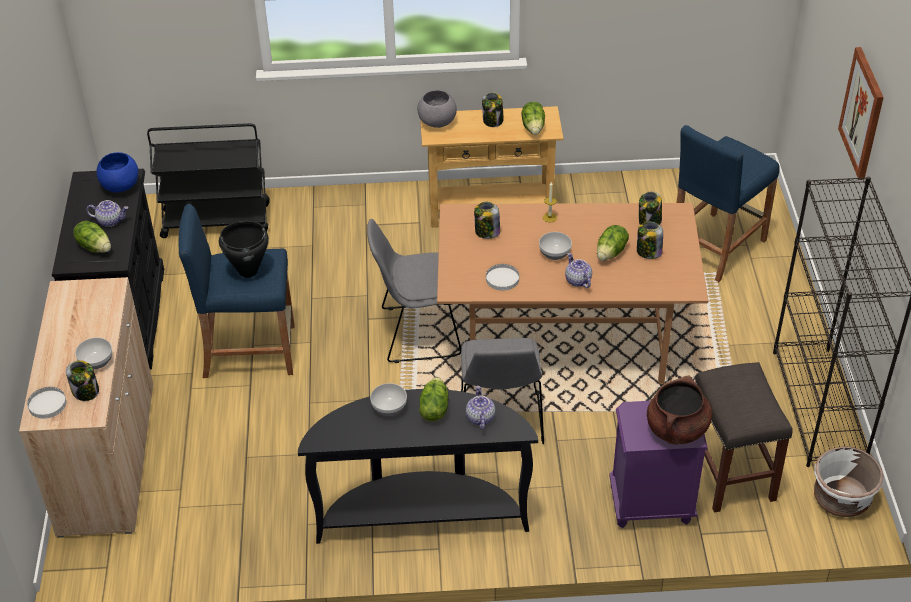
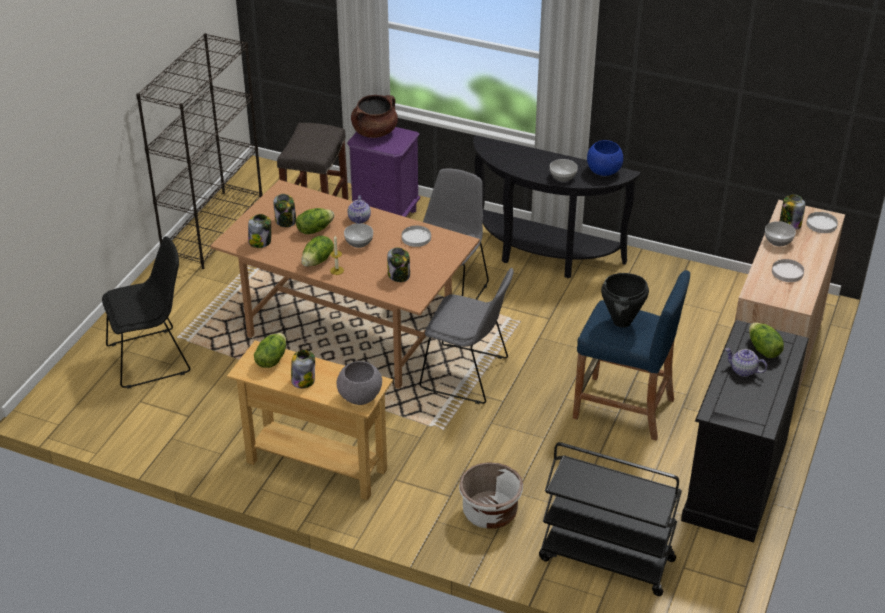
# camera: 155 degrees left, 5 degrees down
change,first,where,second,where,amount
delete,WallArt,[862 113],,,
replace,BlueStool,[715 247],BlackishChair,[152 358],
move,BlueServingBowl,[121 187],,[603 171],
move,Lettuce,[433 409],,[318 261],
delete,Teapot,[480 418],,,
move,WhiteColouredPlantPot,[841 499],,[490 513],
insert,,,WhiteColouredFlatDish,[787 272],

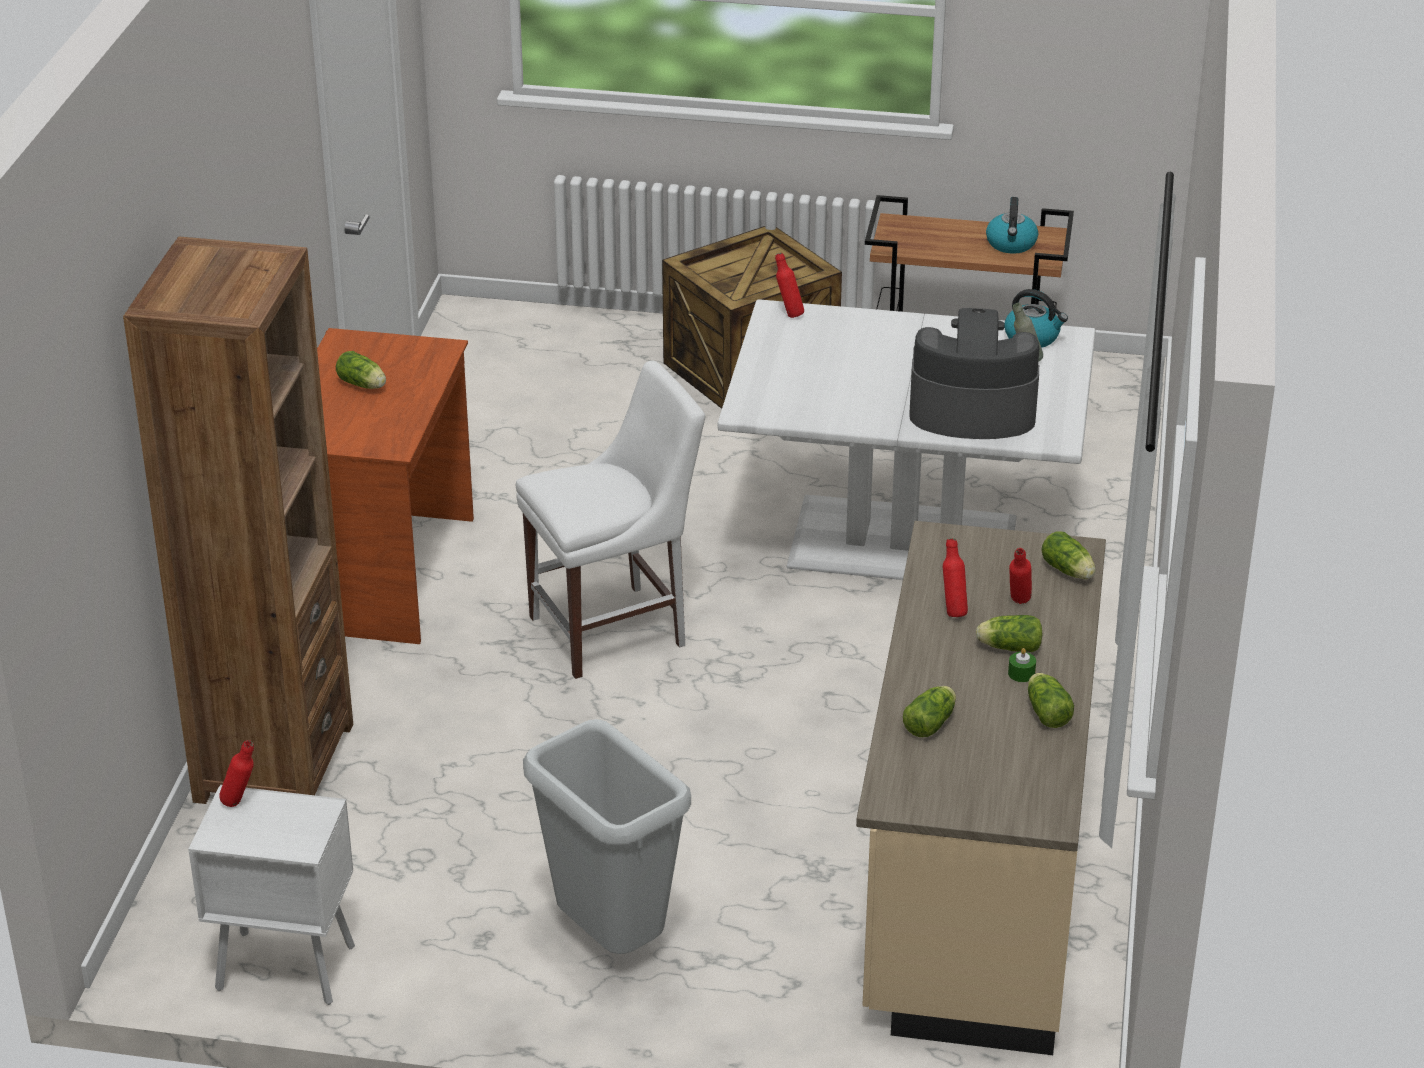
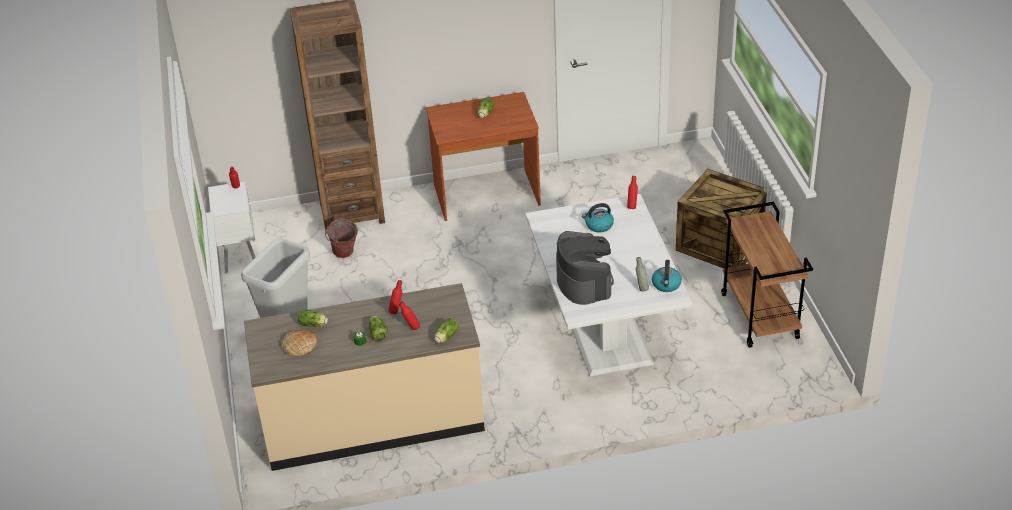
# camera: 70 degrees right, 5 degrees up
change,first,where,second,where,amount
move,Kettle,[1011 244],,[598 225],
delete,WhiteColouredChair,[615 629],,,
delete,Lettuce,[1046 711],,,
insert,,,Bucket,[344 255],
insert,,,Bread,[299 345],

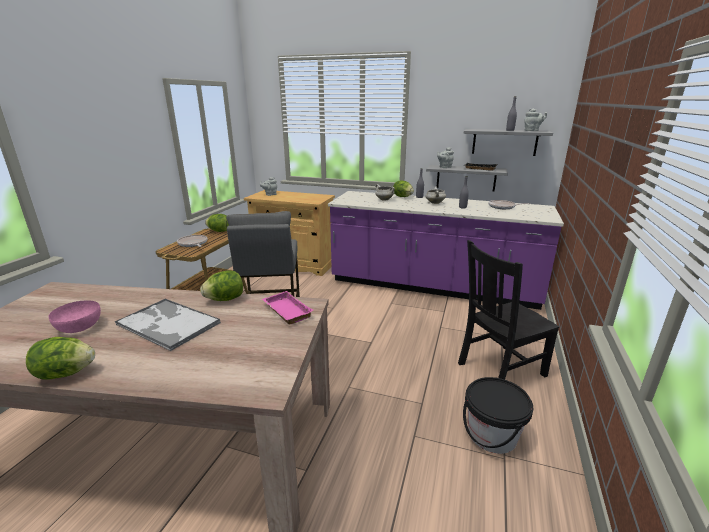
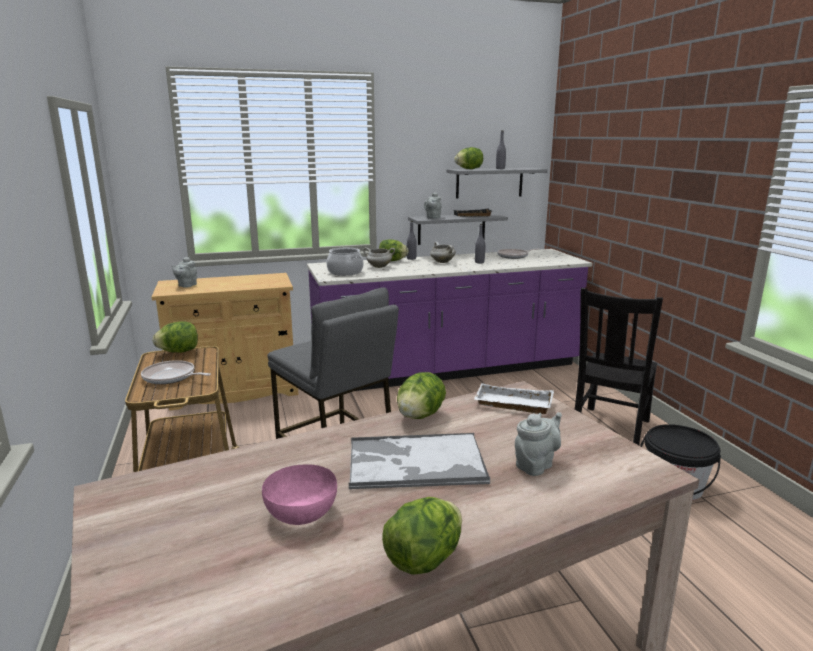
# camera: 35 degrees left, 5 degrees down
change,first,where,second,where,amount
move,GrayTeapot,[532 131],,[536 465],
recolor,PinkishTray,[285 311],WhiteColouredTray,[512 404],
insert,,,Lettuce,[469 169],
insert,,,Stockpot,[345 272],

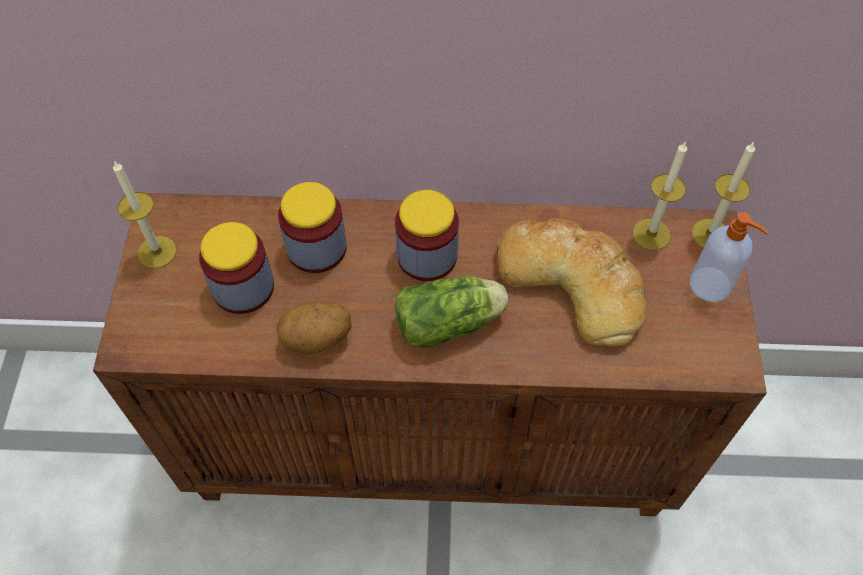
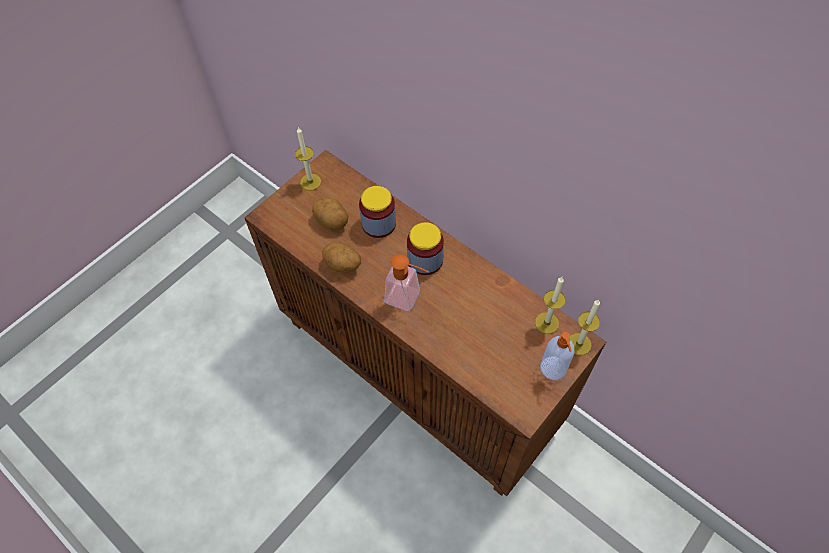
# camera: 40 degrees right, 0 degrees up
change,first,where,second,where,amount
delete,Bread,[573 281],,,
replace,PreserveJar,[243 287],WholePotato,[332 221],
replace,Lettuce,[452 322],LiquidSoapBottle,[408 298],

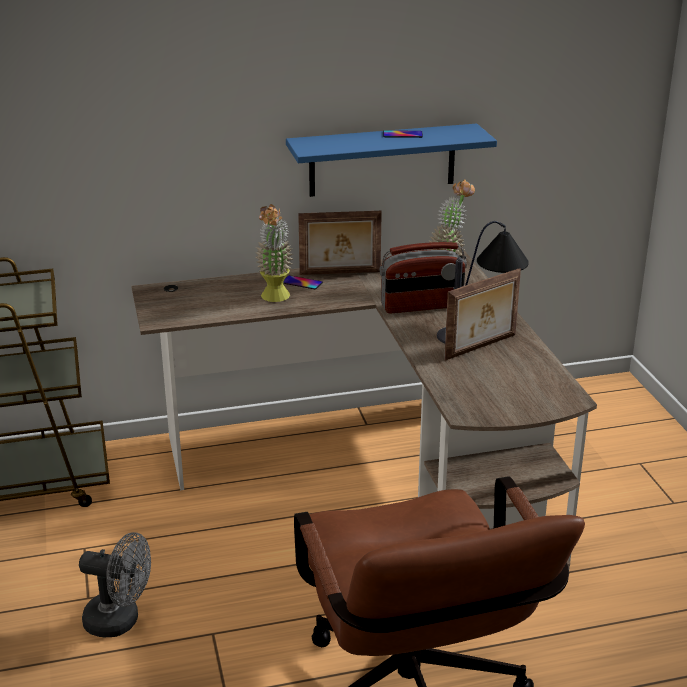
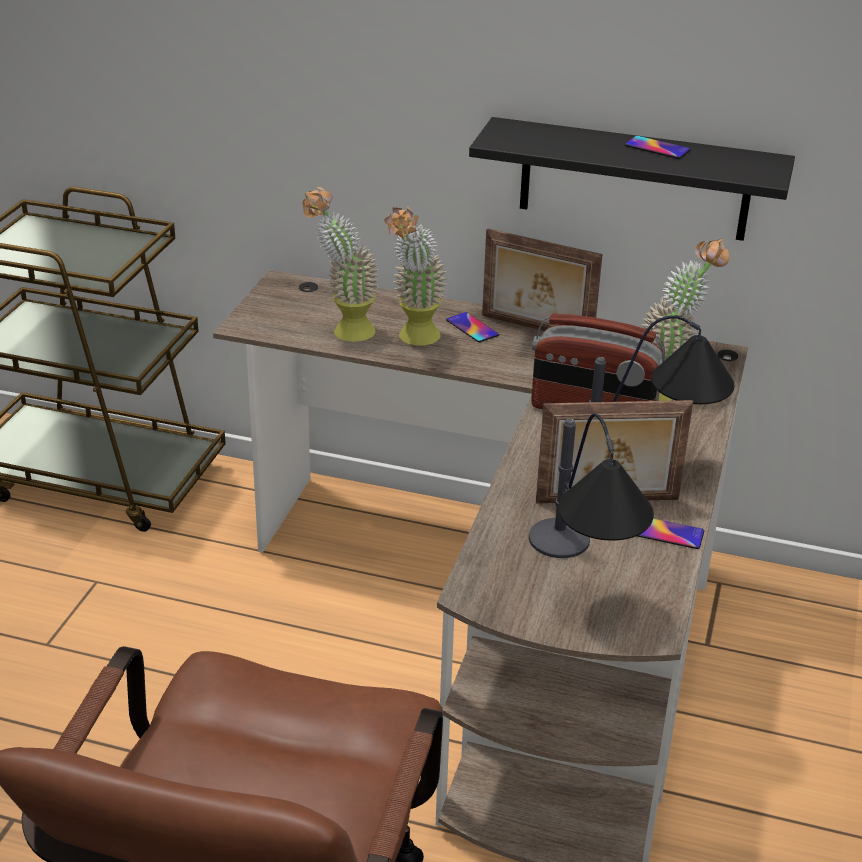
# camera: 30 degrees right, 5 degrees up
change,first,where,second,where,amount
recolor,BlueWallShelf,[382 160],BlackishWallShelf,[634 180],
delete,GrayElectricFan,[120 621],,,
insert,,,PlantInAPot,[343 331],
insert,,,TabletopLamp,[581 578],
insert,,,Phone,[667 533],

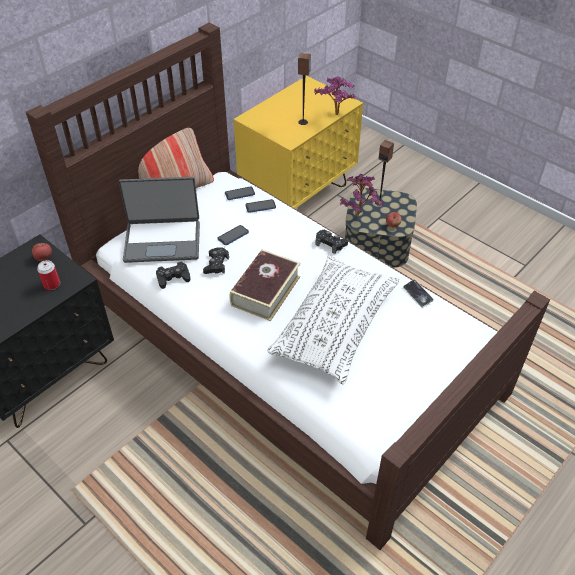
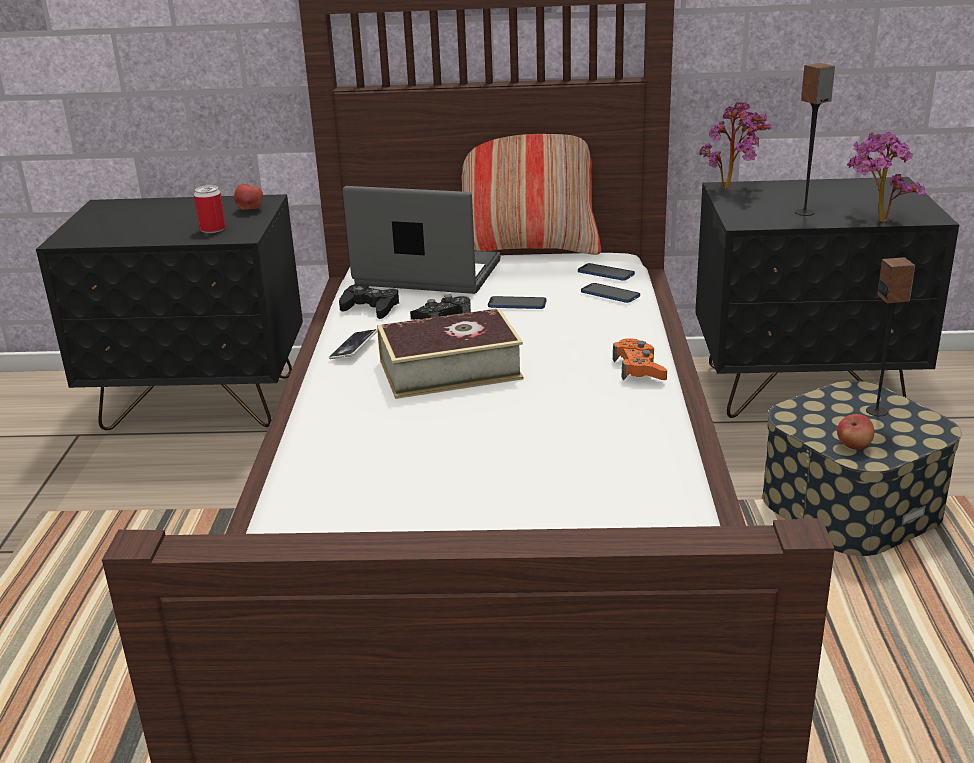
# camera: 50 degrees right, 20 degrees down
change,first,where,second,where,amount
recolor,YellowishNightTable,[298 193],BlackishNightTable,[803 390],
move,PlantInAPot,[359 214],,[732 188],
rotate,Laptop,[163 240],,[427 274],150 degrees clockwise
recolor,BlackishJoypad,[330 244],OrangeyJoypad,[639 369],
delete,WhiteColouredThrowPillow,[335 327],,,
move,Phone,[417 295],,[353 348],

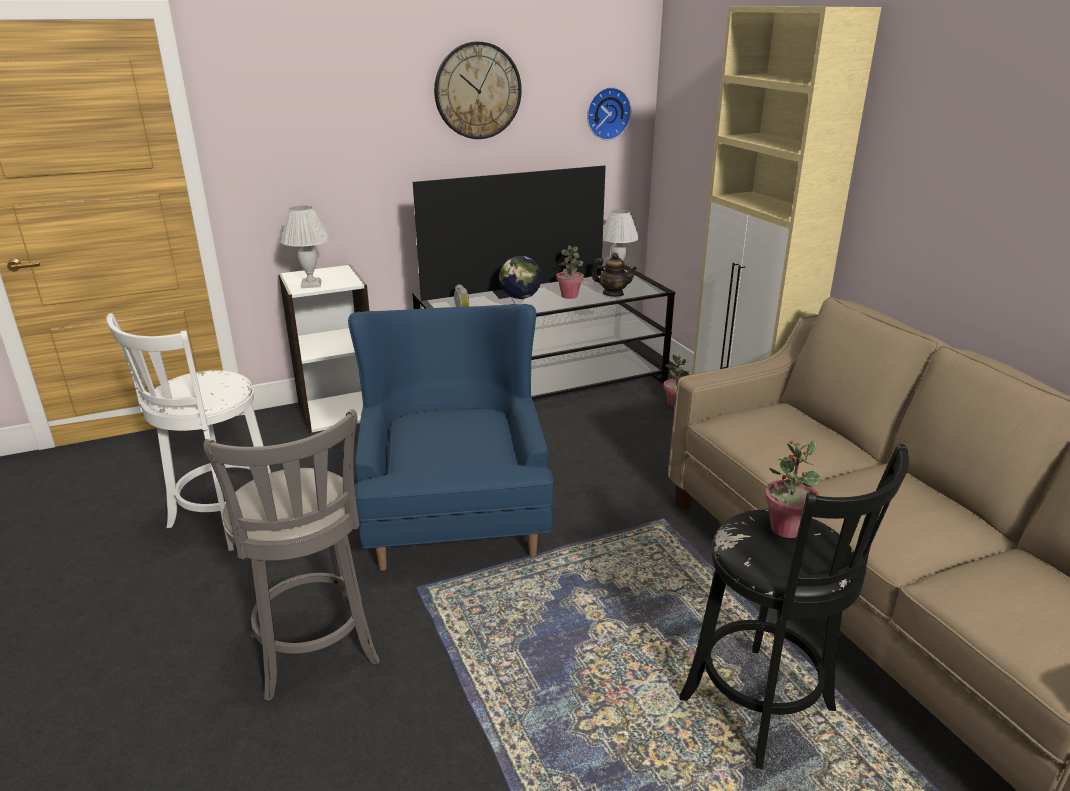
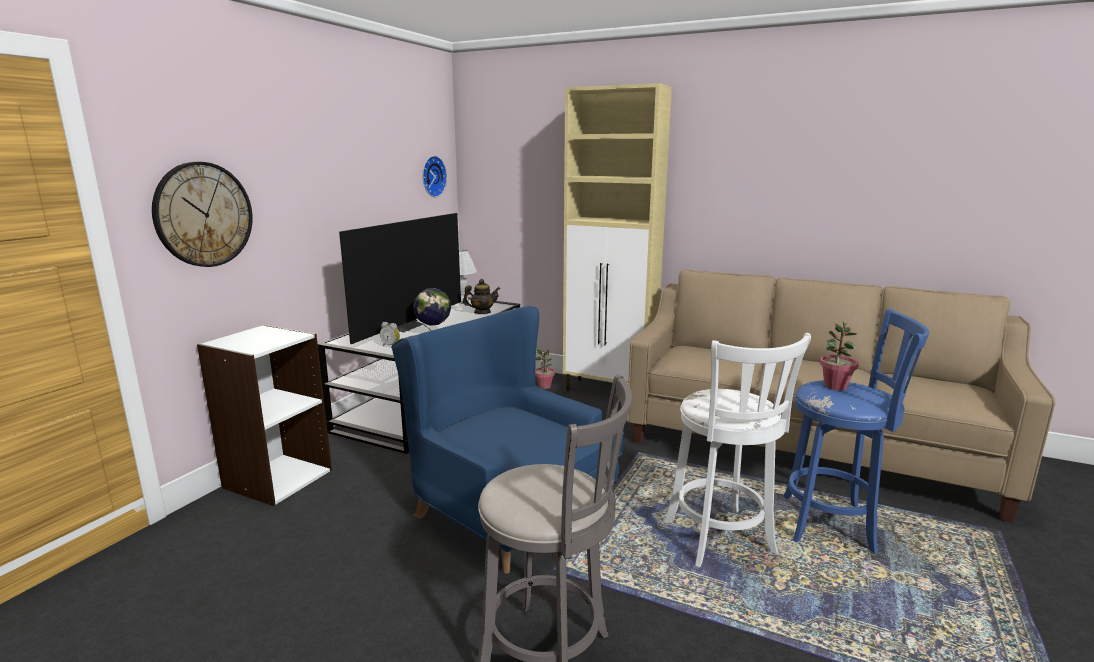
# camera: 40 degrees left, 10 degrees down
change,first,where,second,where,amount
move,WallClock,[477 91],,[203 214],
delete,WhiteColouredTabletopLamp,[310 284],,,
delete,PlantInAPot,[569 296],,,
move,WhiteColouredStool,[222 521],,[721 541],
recolor,BlackishStool,[763 710],BlueStool,[833 524],

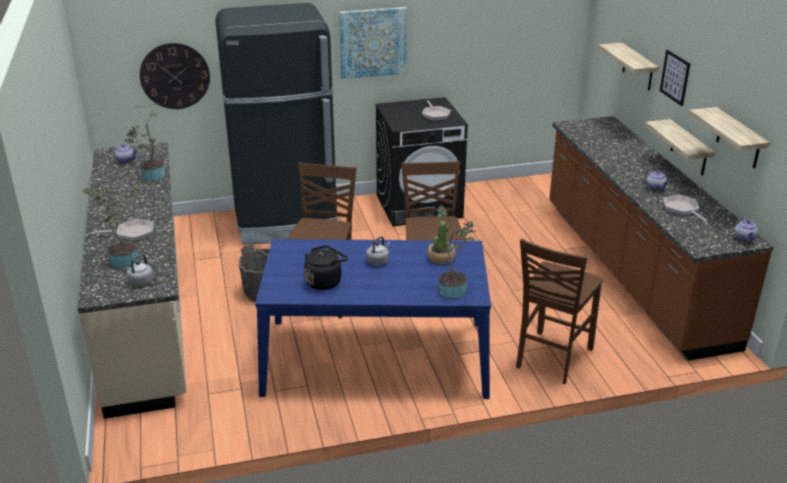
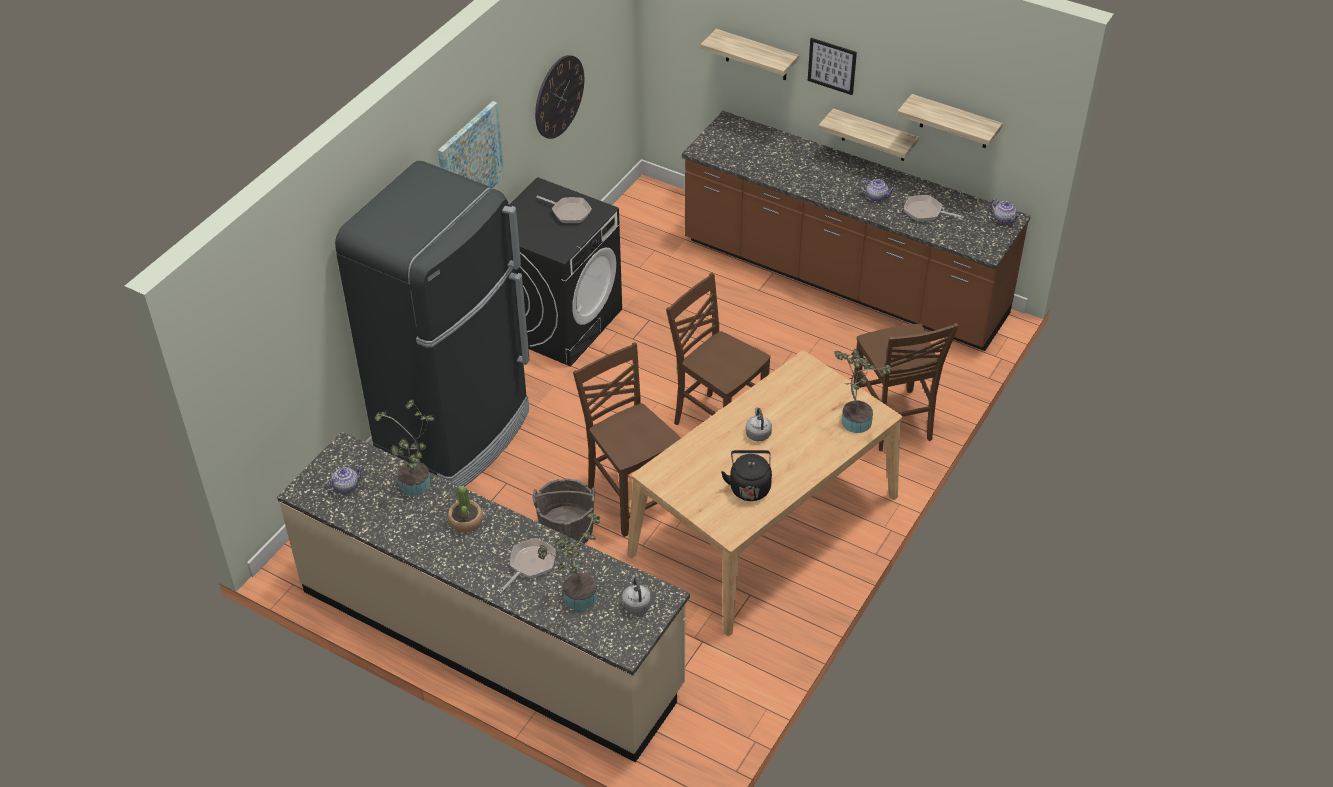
# camera: 45 degrees left, 15 degrees up
change,first,where,second,where,amount
move,WallClock,[175 76],,[559 96],
move,PlantInAPot,[441 258],,[465 521],
recolor,BlueDinnerTable,[376 357],BeigeDinnerTable,[764 525],

